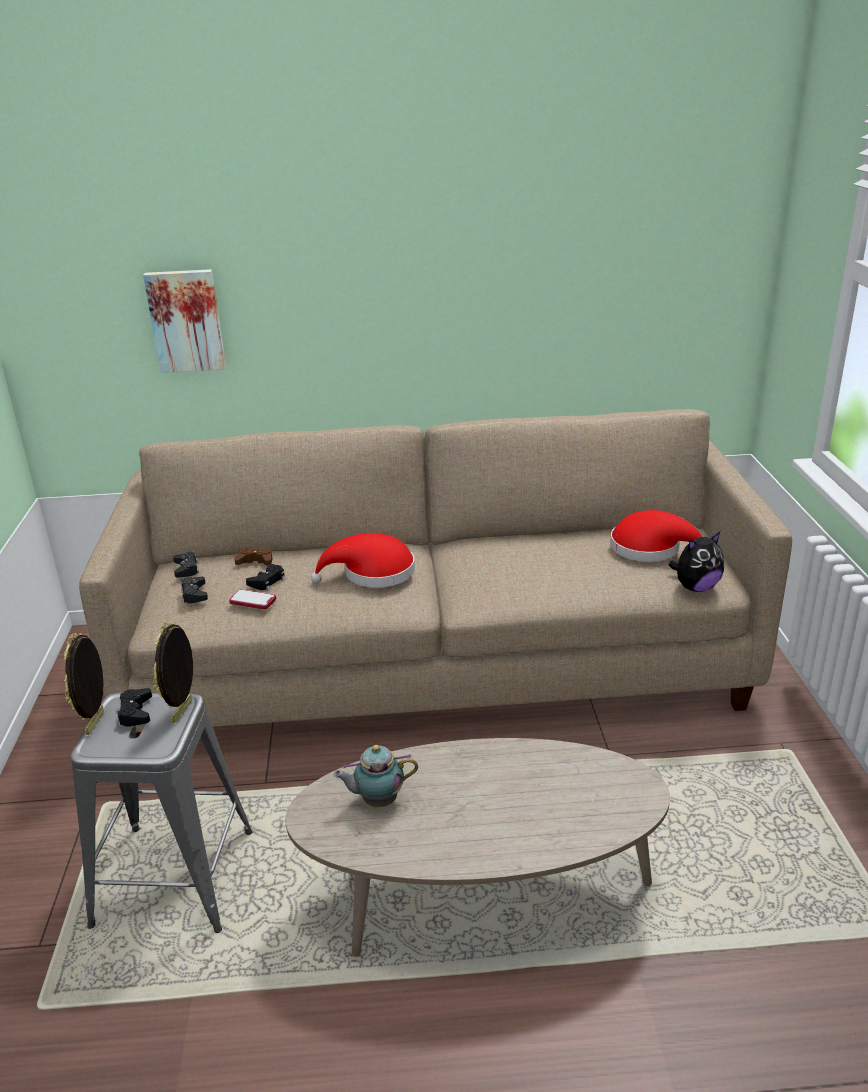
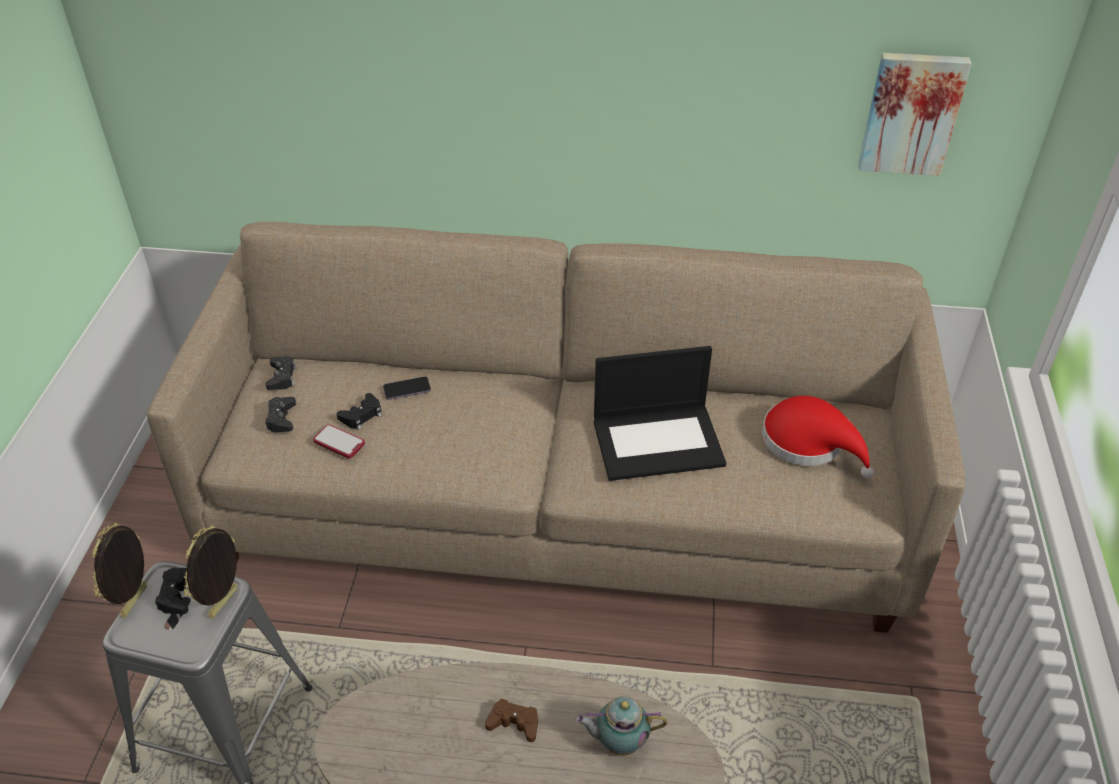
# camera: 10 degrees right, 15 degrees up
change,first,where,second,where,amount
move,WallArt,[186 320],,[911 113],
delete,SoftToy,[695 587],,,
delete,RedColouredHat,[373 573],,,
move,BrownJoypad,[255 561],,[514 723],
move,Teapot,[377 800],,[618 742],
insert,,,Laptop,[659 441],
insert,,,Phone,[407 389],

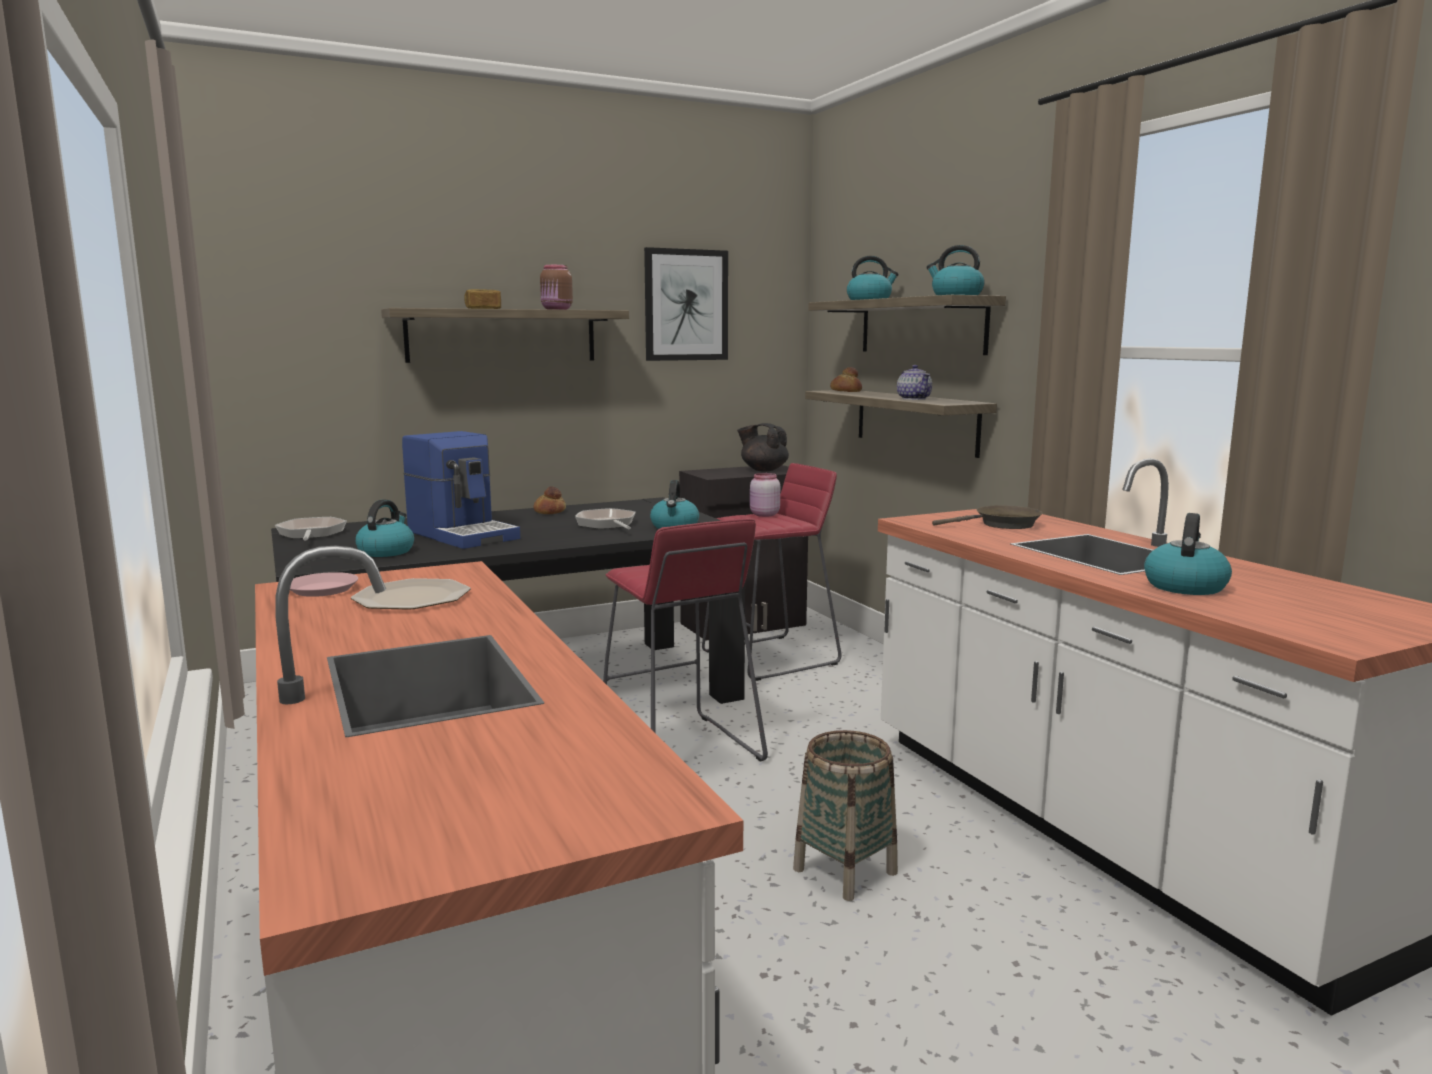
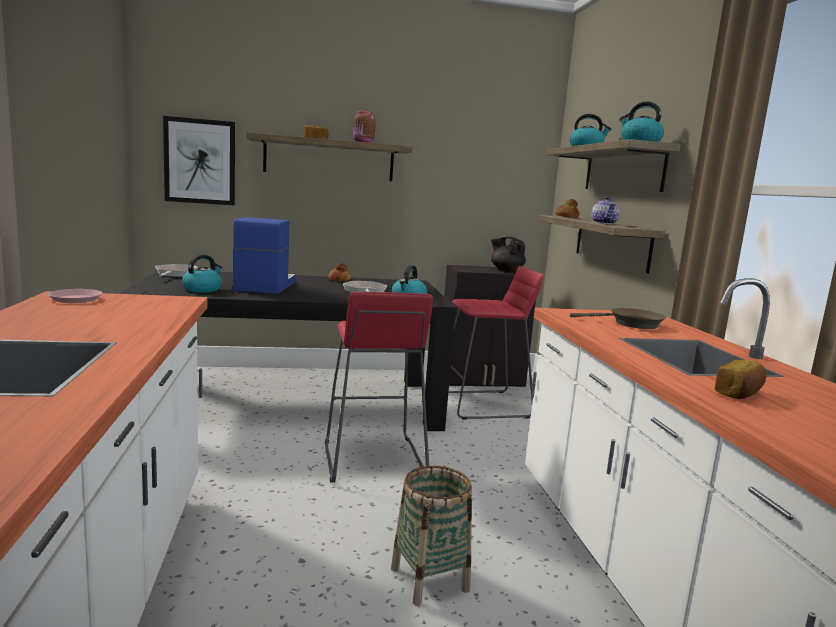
# camera: 15 degrees right, 0 degrees up
change,first,where,second,where,amount
move,WallArt,[686 305],,[200 161],
rotate,CoffeeMachine,[463 535],,[264 286],150 degrees counterclockwise
delete,PinkishPreserveJar,[763 515],,,
replace,Kettle,[1184 586],Bread,[740 393],
delete,FlatDish,[412 597],,,

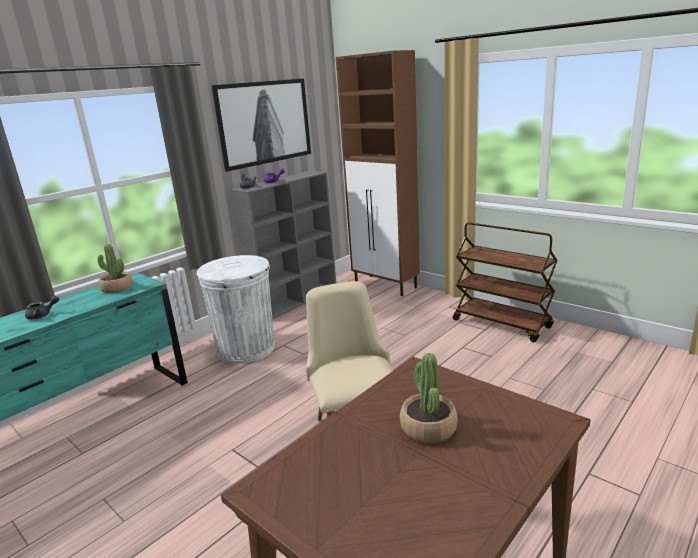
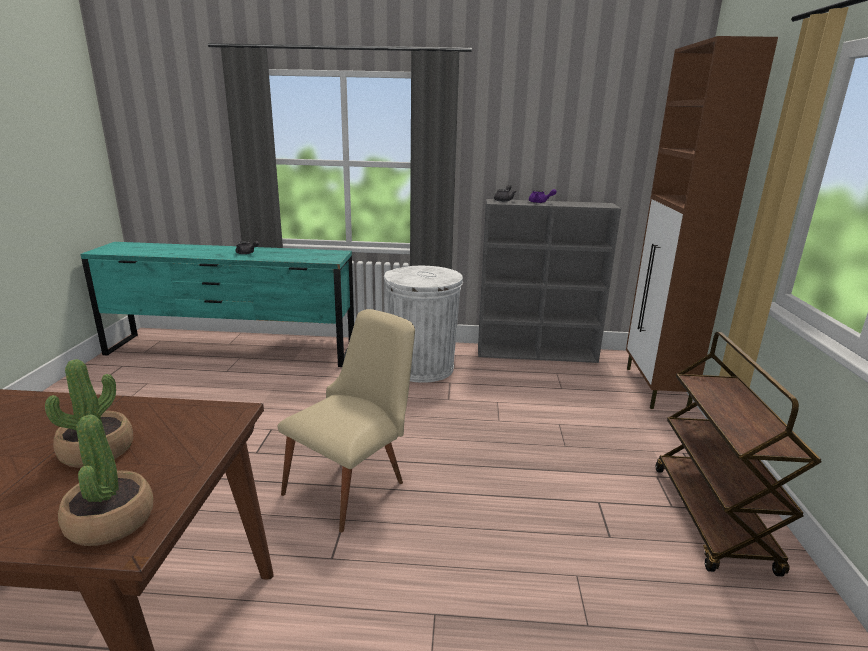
# camera: 50 degrees right, 0 degrees up
change,first,where,second,where,amount
delete,WallArt,[265 122],,,
move,PlantInAPot,[117 288],,[110 521],

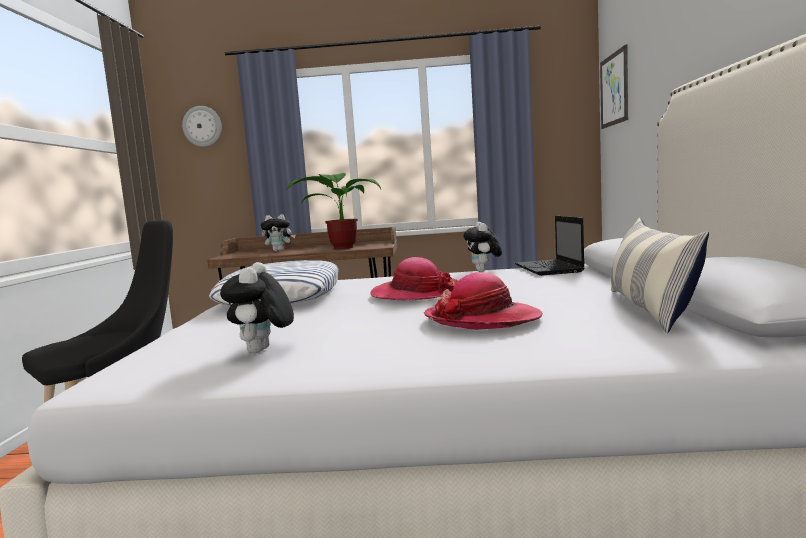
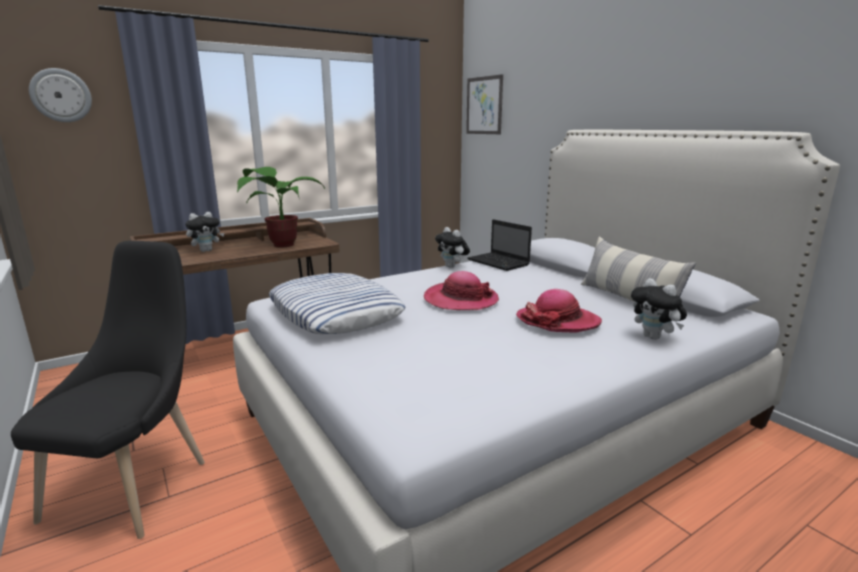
# camera: 35 degrees left, 10 degrees up
change,first,where,second,where,amount
move,SoftToy,[262 351],,[654 337],

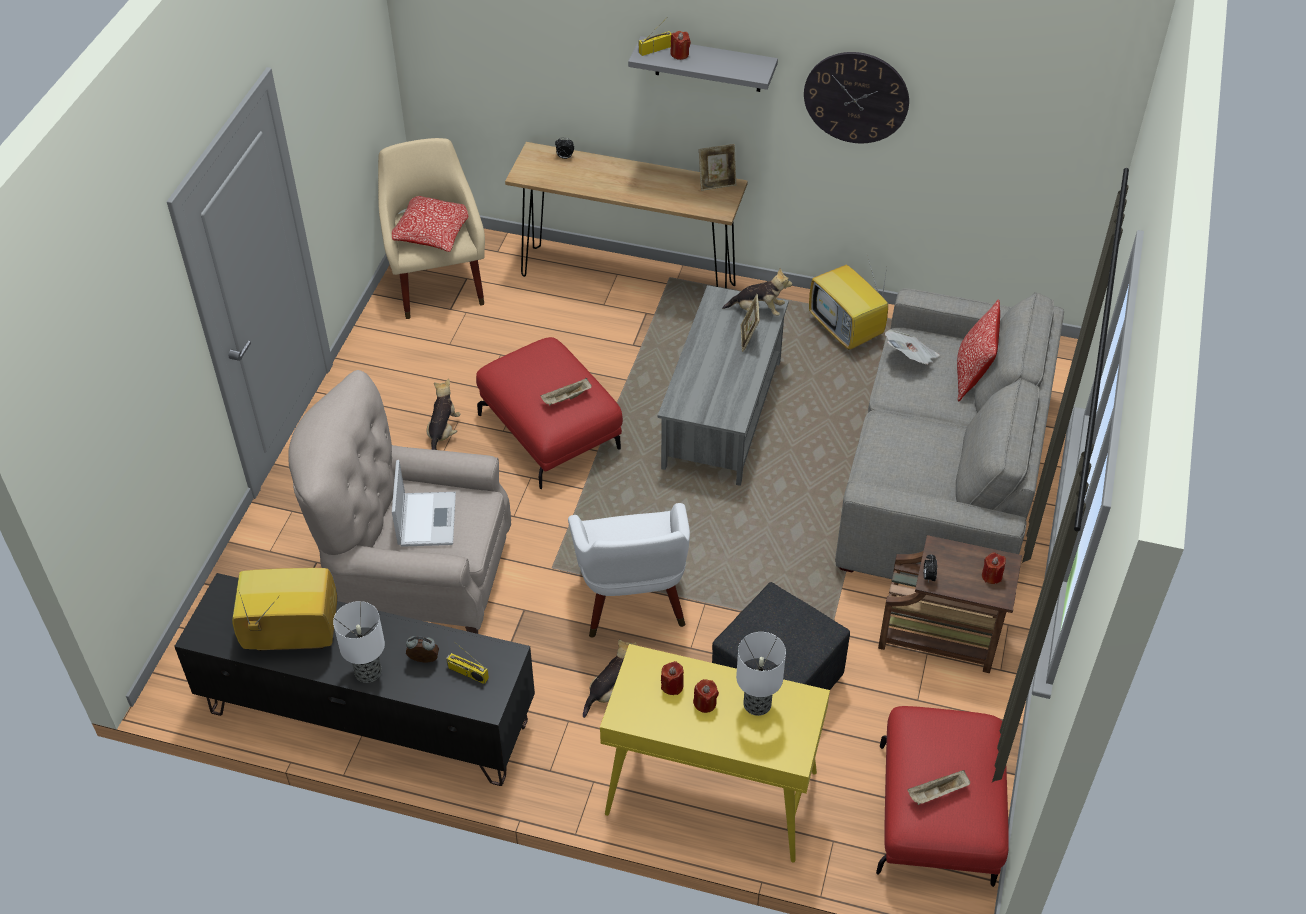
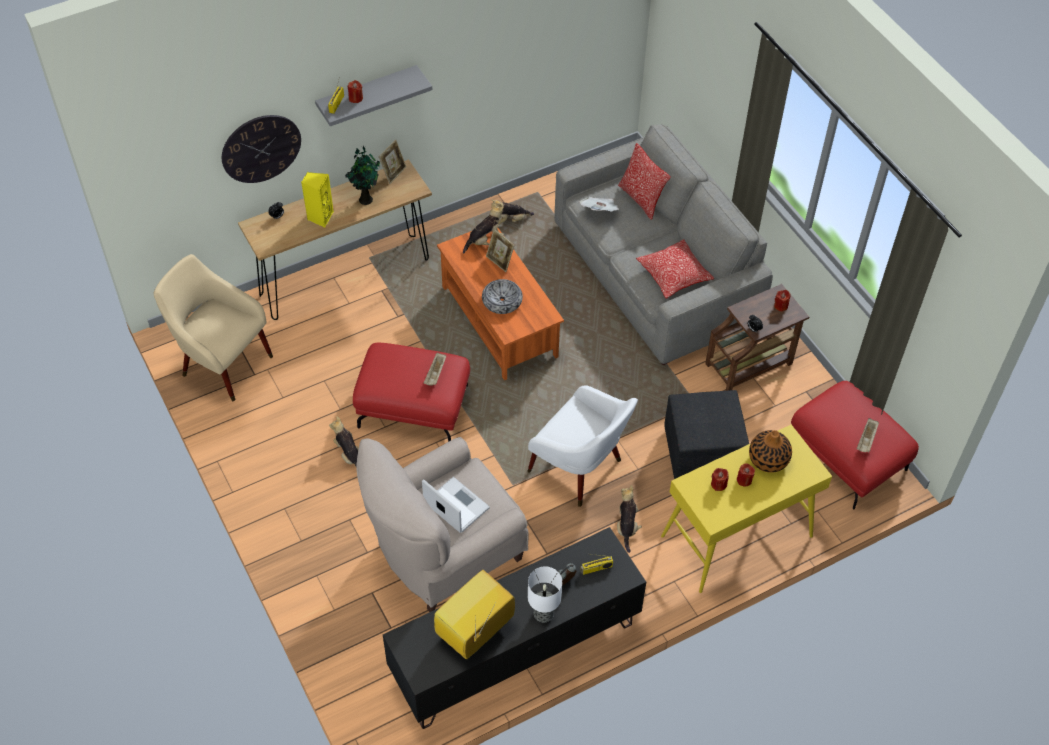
# camera: 45 degrees left, 5 degrees up
change,first,where,second,where,amount
move,WallClock,[856 97],,[261 148],
move,ThrowPillow,[432 232],,[674 275],
replace,TvSet,[847 331],SoftToy,[510 221],
recolor,GrayLowTable,[723 414],OrangeyLowTable,[499 321],
replace,TabletopLamp,[758 704],FlowerVase,[768 459],
insert,,,PlantInAPot,[365 198],
insert,,,YellowishAudioSpeaker,[320 217],
insert,,,ServingBowl,[502 300],

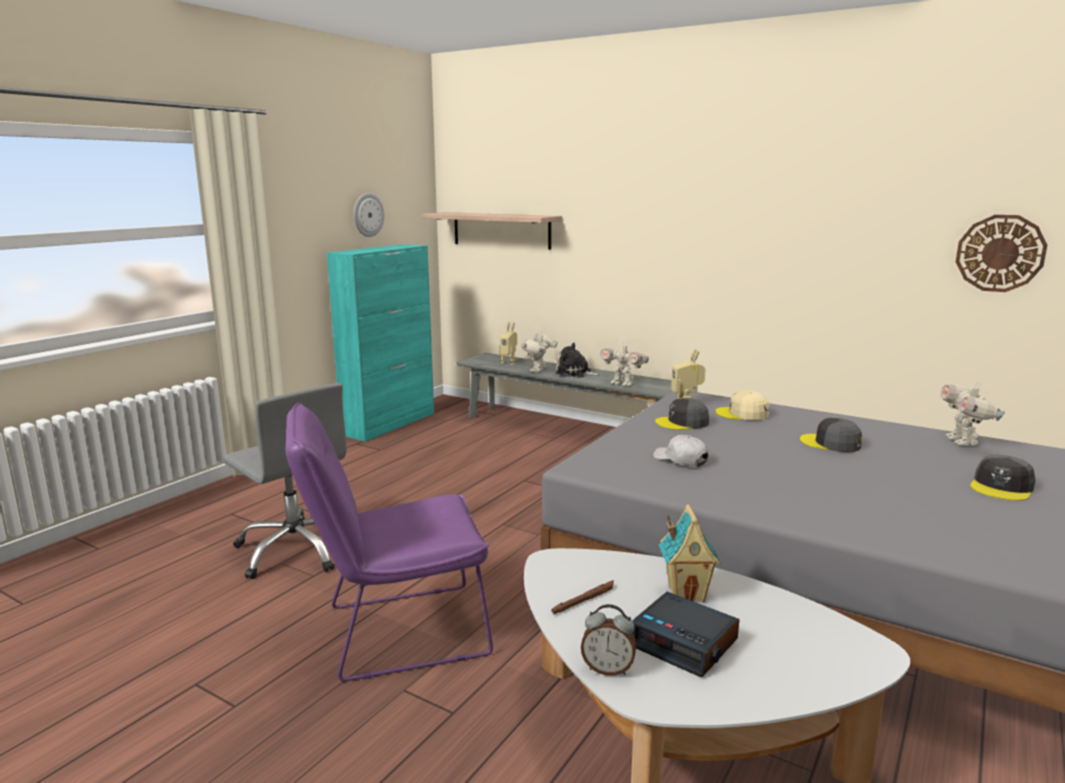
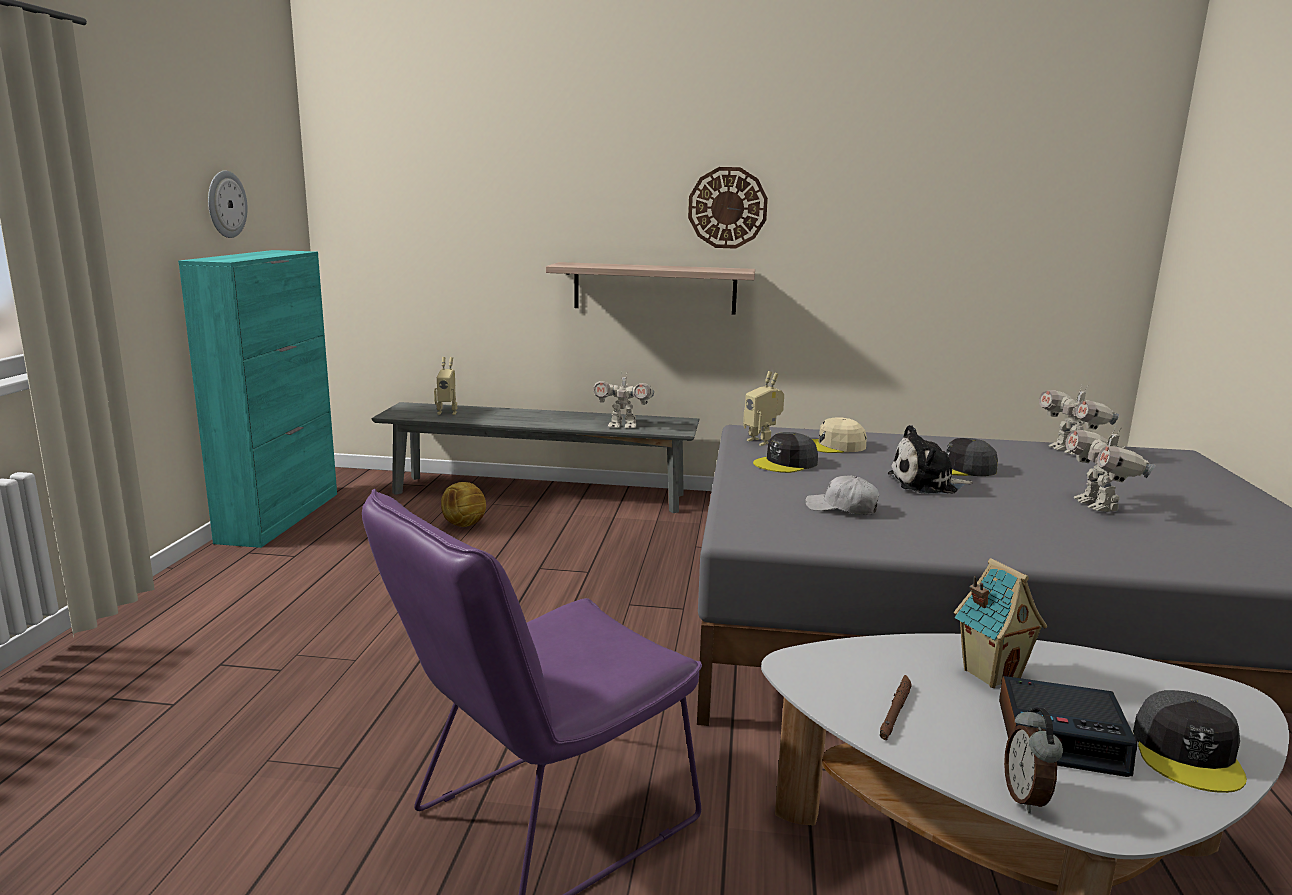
# camera: 25 degrees left, 0 degrees up
change,first,where,second,where,amount
move,WallShelf,[501 230],,[654 288],
move,WallClock,[1000 253],,[727 208],
move,RobotFigure,[539 370],,[1098 506],
move,SoftToy,[575 373],,[927 484],
delete,GrayDeskChair,[296 549],,,
move,GrayBaseballCap,[1002 487],,[1188 754],
rotate,AlarmClock,[608 669],,[1026 797],105 degrees clockwise
insert,,,FootballBall,[464 524],

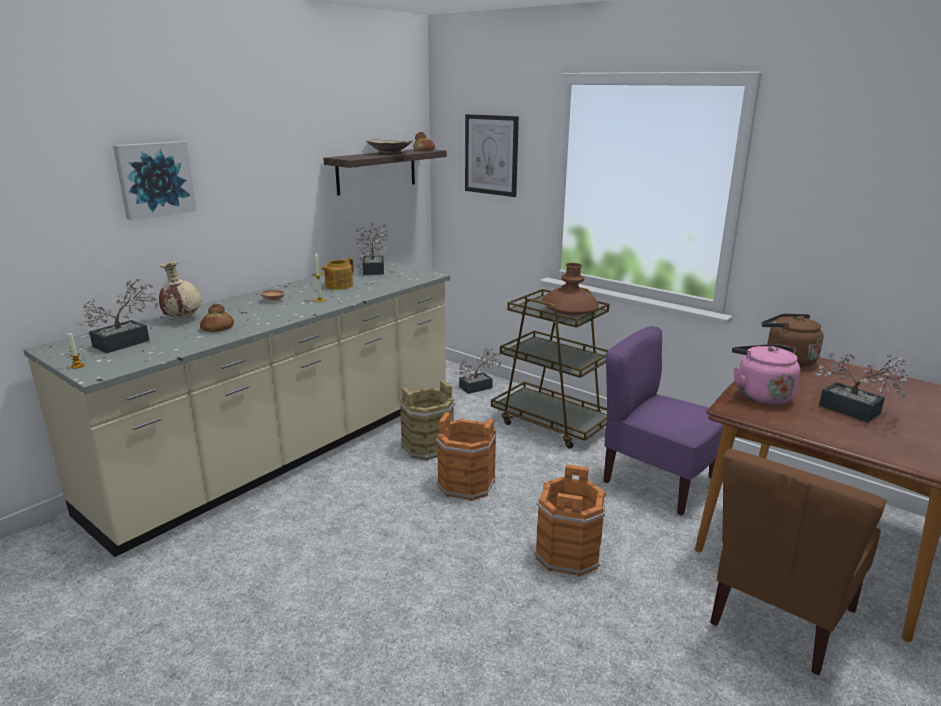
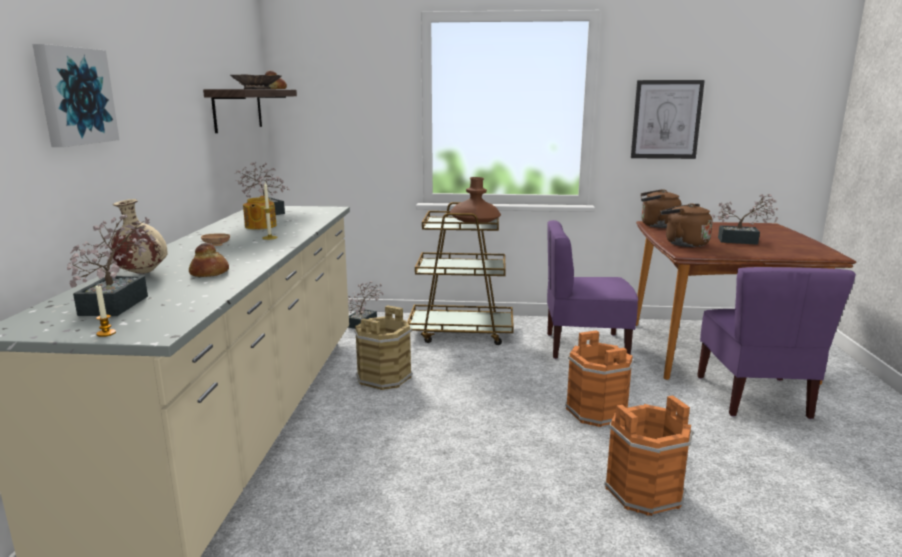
# camera: 35 degrees left, 5 degrees down
change,first,where,second,where,amount
move,WallArt,[491 155],,[666 119],
recolor,PinkishKettle,[760 394],BrownKettle,[683 243],
move,OrangeyBucket,[466 484],,[644 491],
recolor,BrownChair,[779 616],PurpleChair,[754 397],

